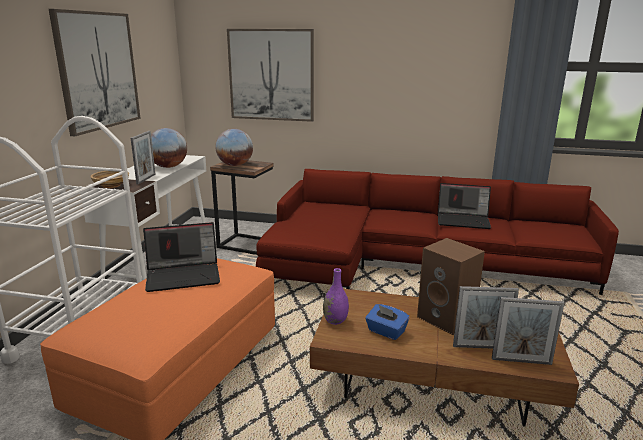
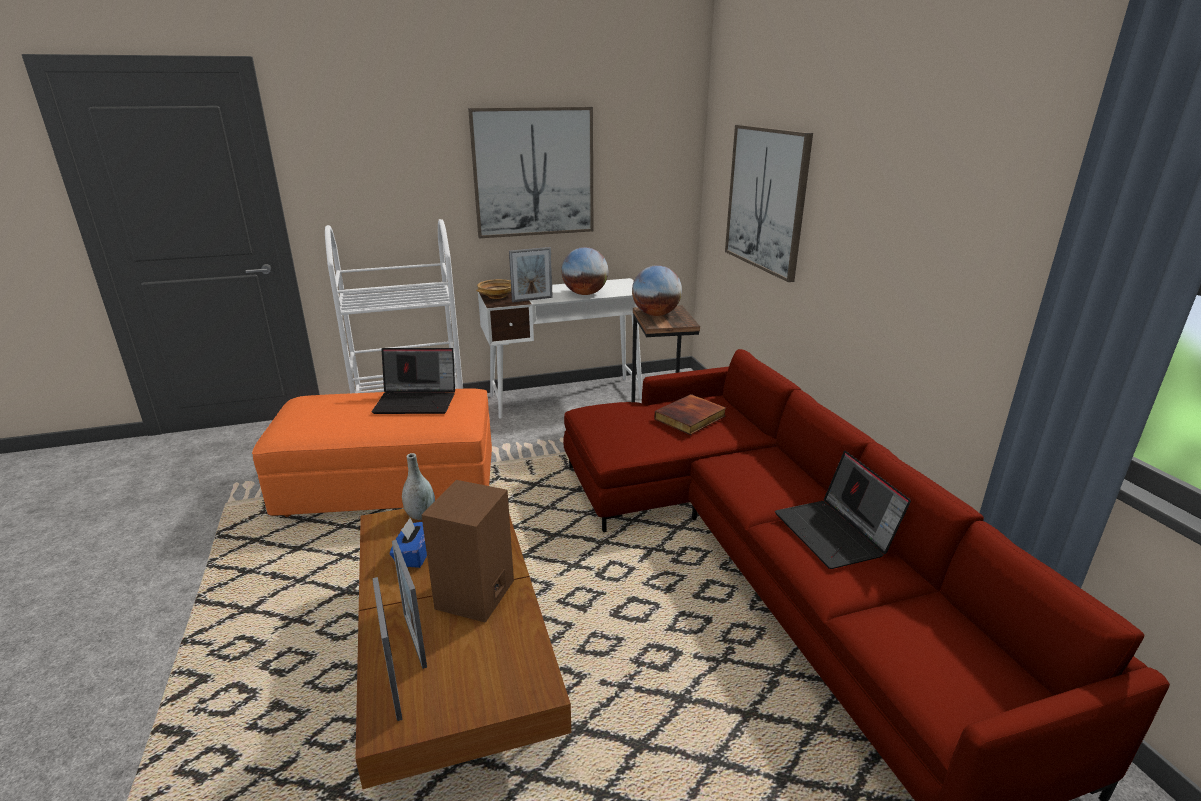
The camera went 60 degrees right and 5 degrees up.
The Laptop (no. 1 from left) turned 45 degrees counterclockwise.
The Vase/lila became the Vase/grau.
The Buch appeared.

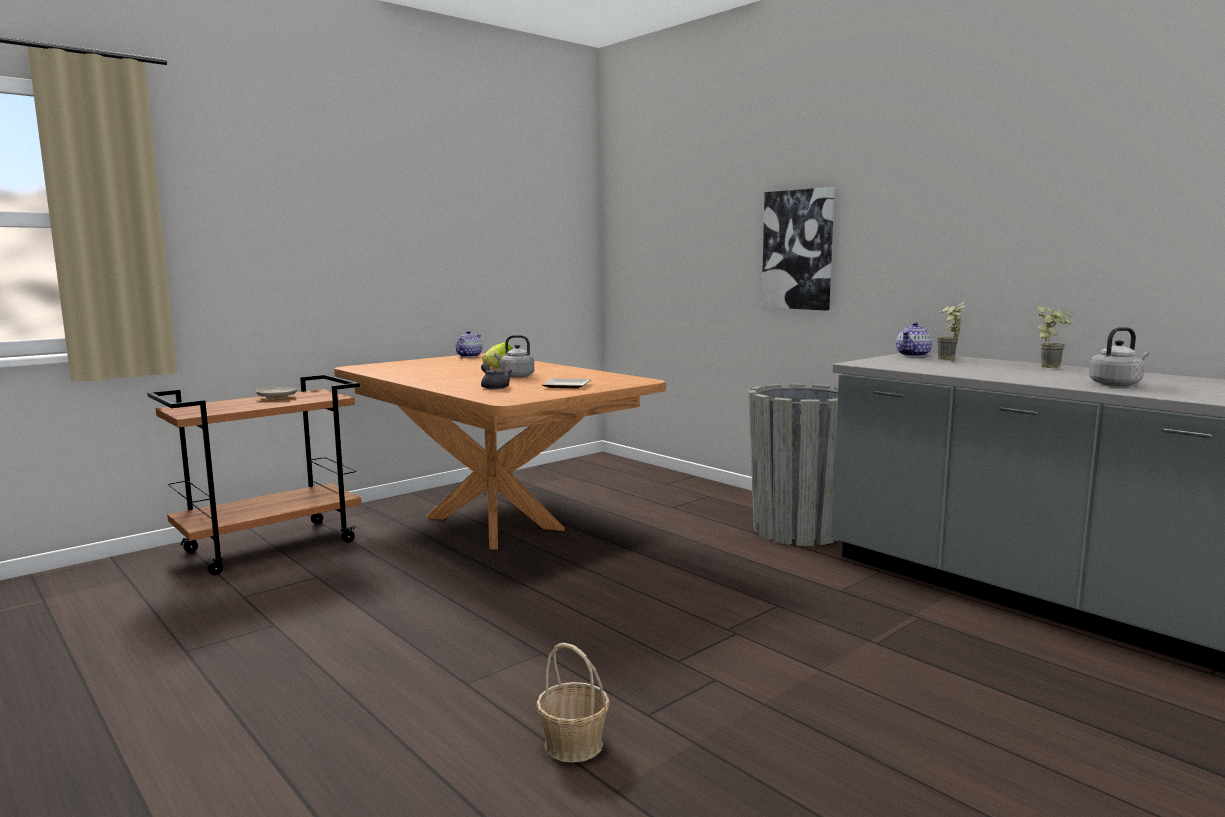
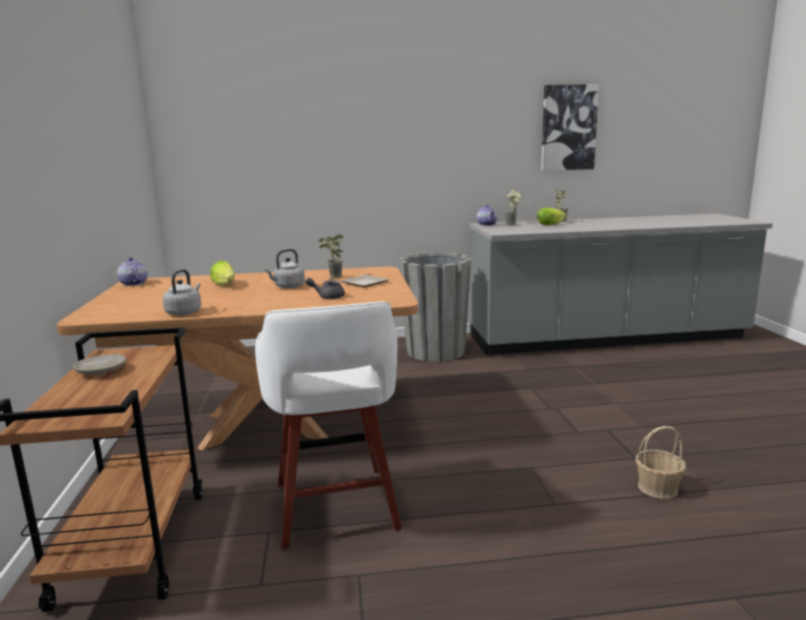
The camera went 55 degrees left and 5 degrees up.
The Bild moved.
The Wasserkessel/grau (no. 2 from left in the first image) moved.
The Salatkopf (no. 2 from left) appeared.
The Topfpflanze (no. 1 from left) appeared.
The Hocker/weiß appeared.

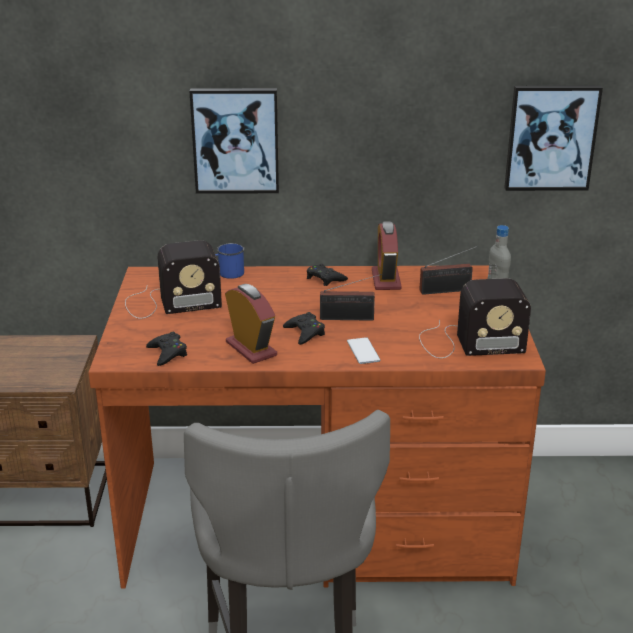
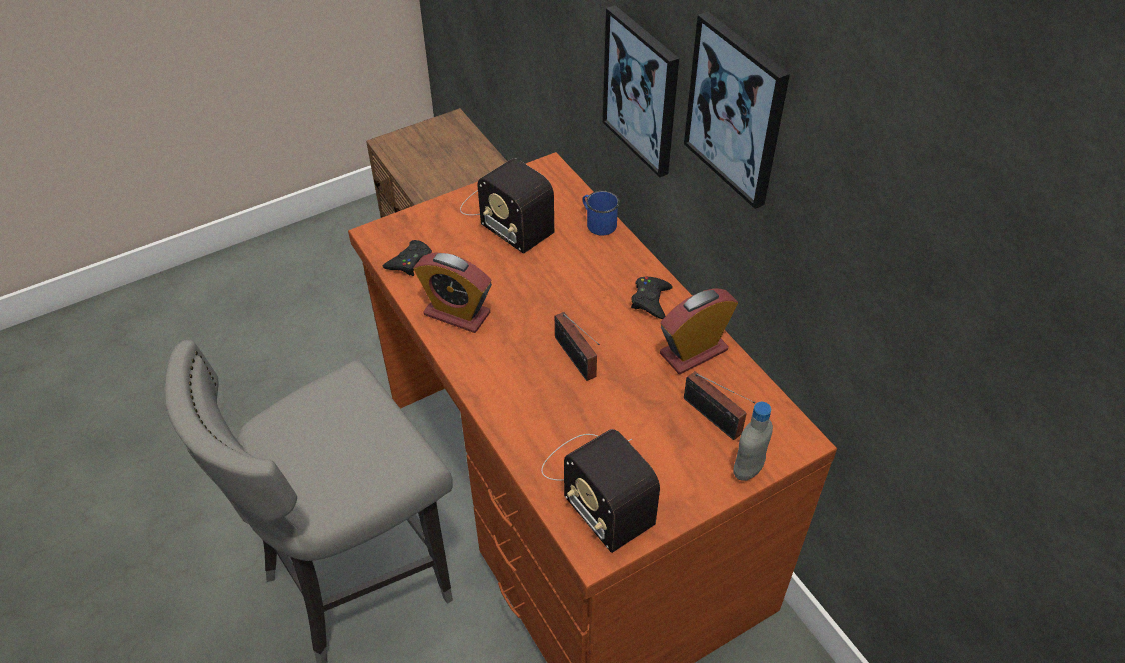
The camera went 60 degrees right and 20 degrees up.
The Bild (no. 2 from left) moved.
The Wecker (no. 1 from left) turned 90 degrees clockwise.
The Gamepad/schwarz (no. 2 from left) disappeared.
The Handy disappeared.

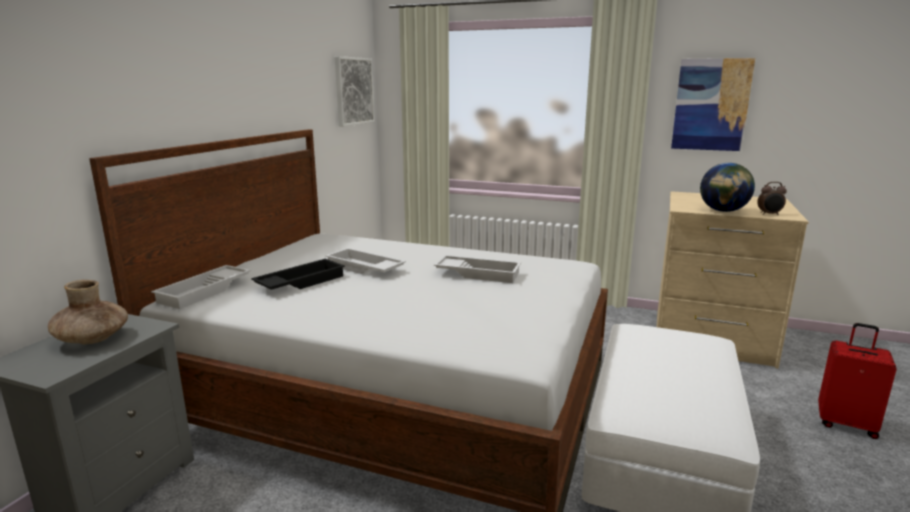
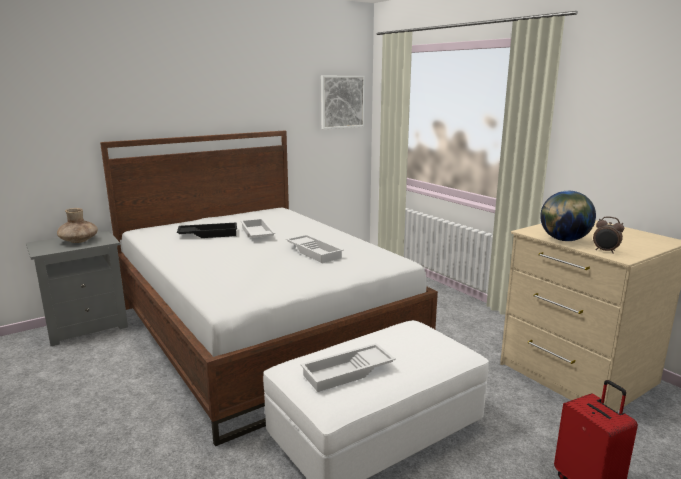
The camera went 35 degrees right and 0 degrees up.
The Bild (no. 2 from left) disappeared.
The Tablett/weiß (no. 1 from left in the first image) moved.

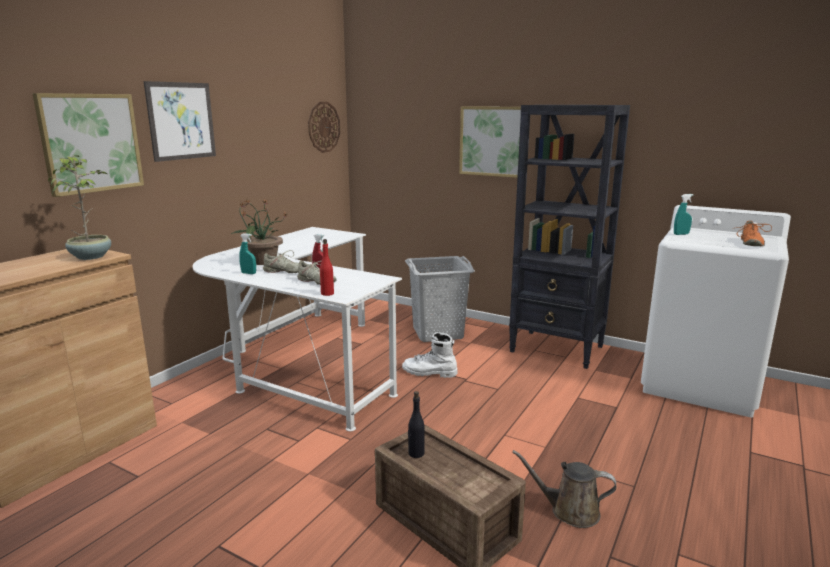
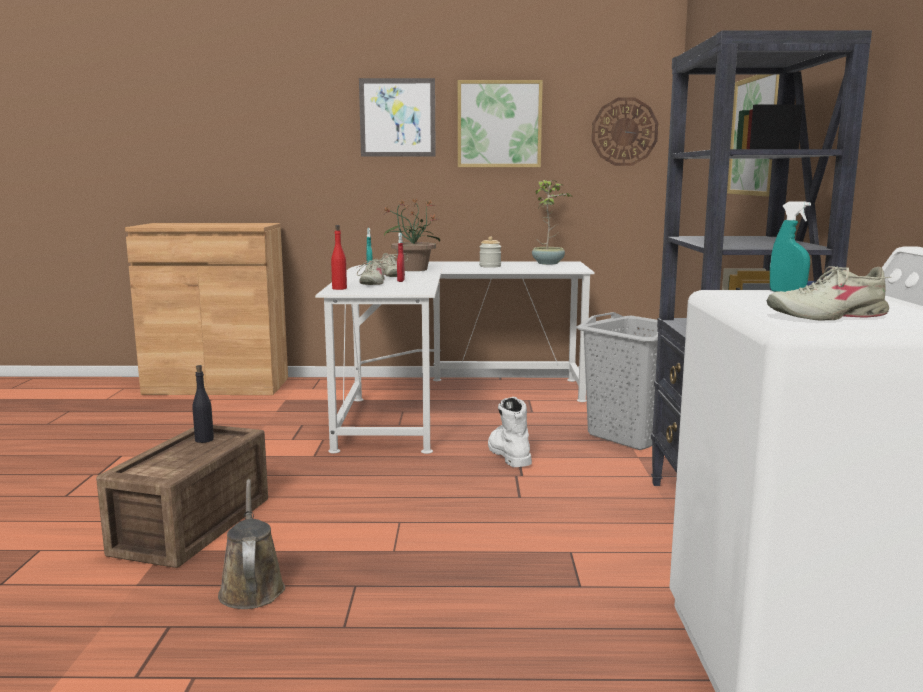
The camera went 60 degrees right and 5 degrees down.
The Bild (no. 1 from left in the first image) moved.
The Topfpflanze (no. 1 from left in the first image) moved.
The Schuh/orange became the Schuh/beige (no. 3 from left).
The Vorratsglas appeared.

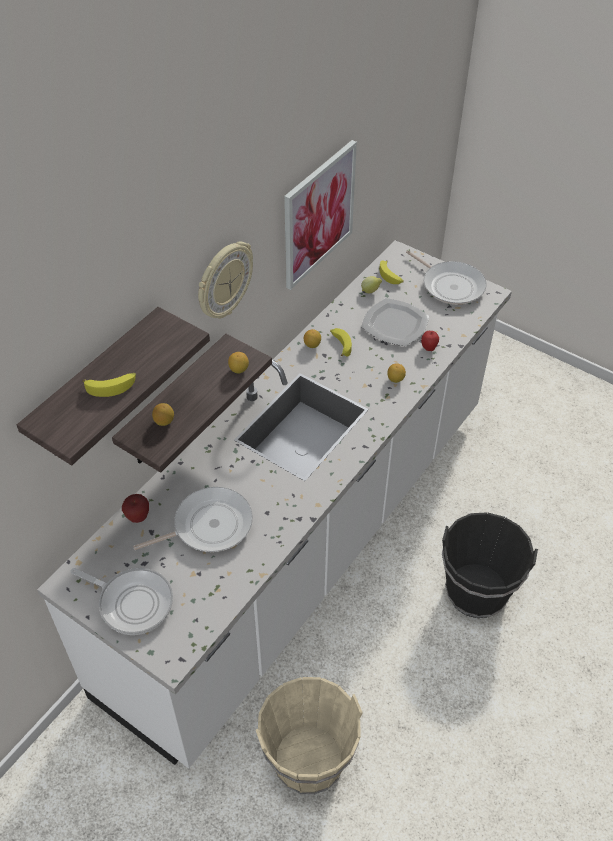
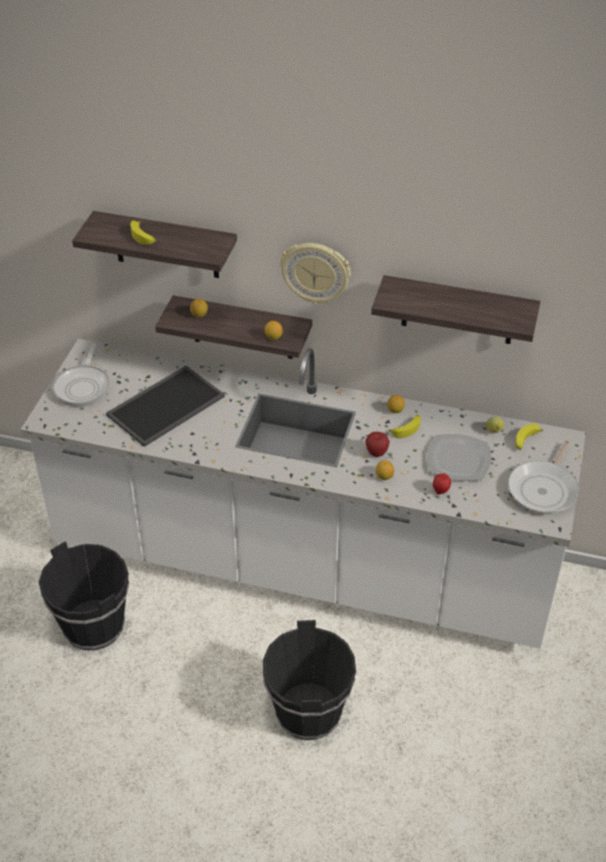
The camera went 70 degrees right and 5 degrees down.
The Bild was replaced by the Wandregal (no. 3 from left).
The Pfanne (no. 2 from left) was replaced by the Tablett.
The Apfel (no. 1 from left) moved.
The Eimer/beige became the Eimer/schwarz (no. 1 from left).

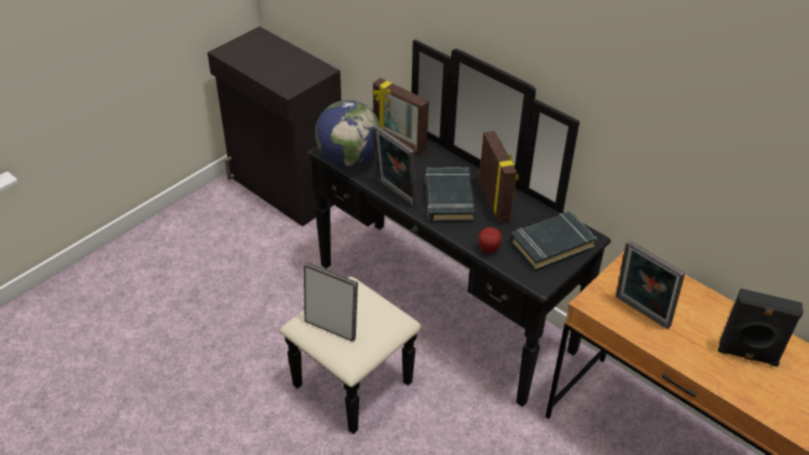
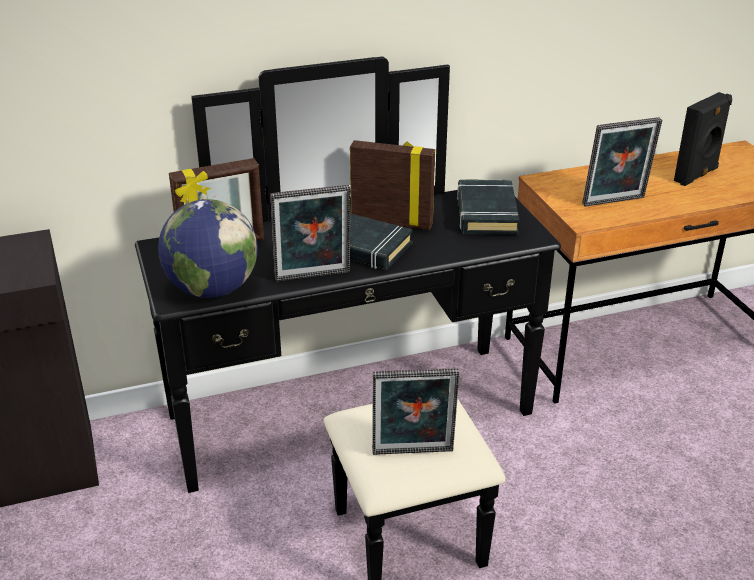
The camera went 60 degrees left and 10 degrees down.
The Apfel disappeared.
The Bilderrahmen (no. 1 from left in the first image) turned 150 degrees counterclockwise.

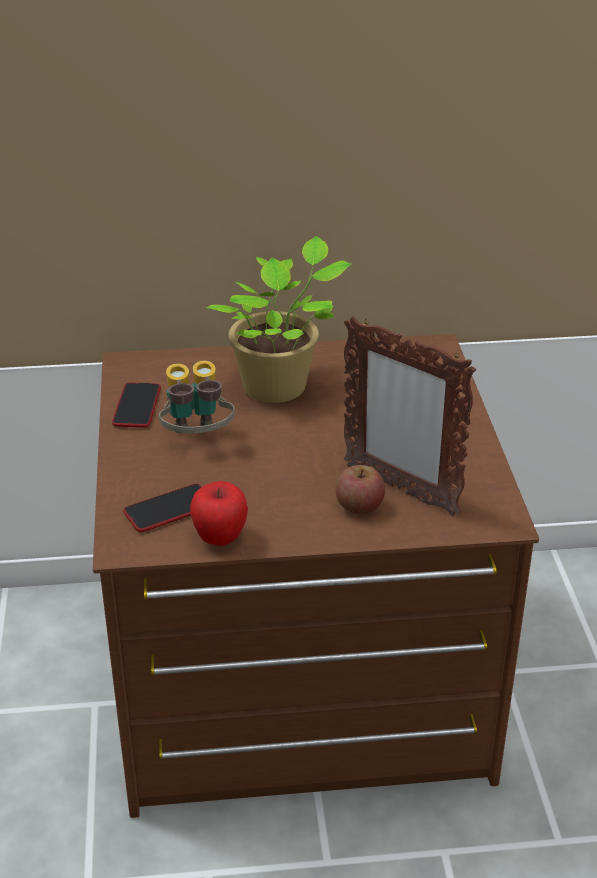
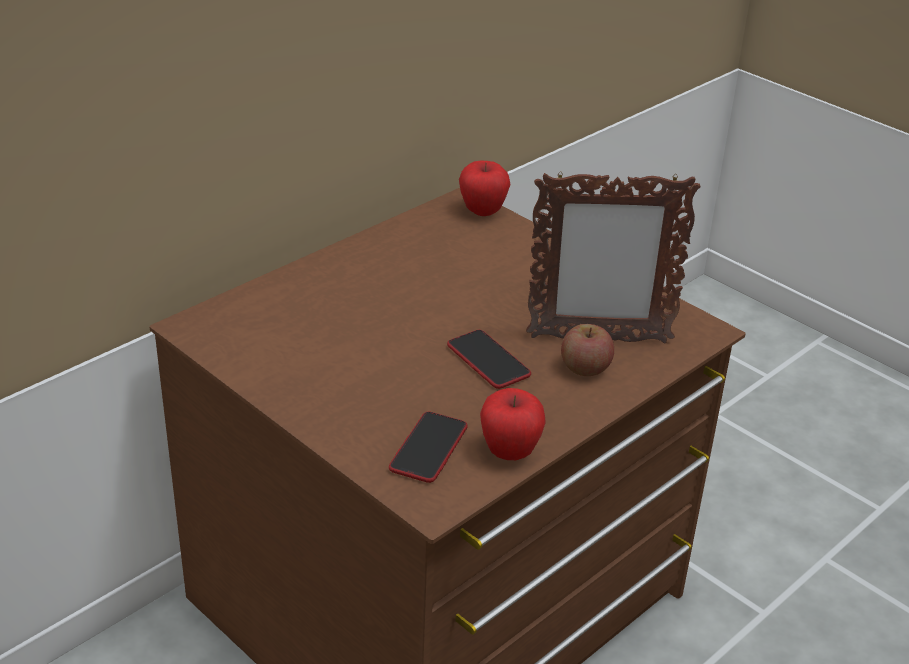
The camera went 40 degrees left and 0 degrees up.
The Topfpflanze disappeared.
The Fernglas disappeared.
The Handy (no. 1 from left in the first image) moved.
The Apfel (no. 1 from left) appeared.

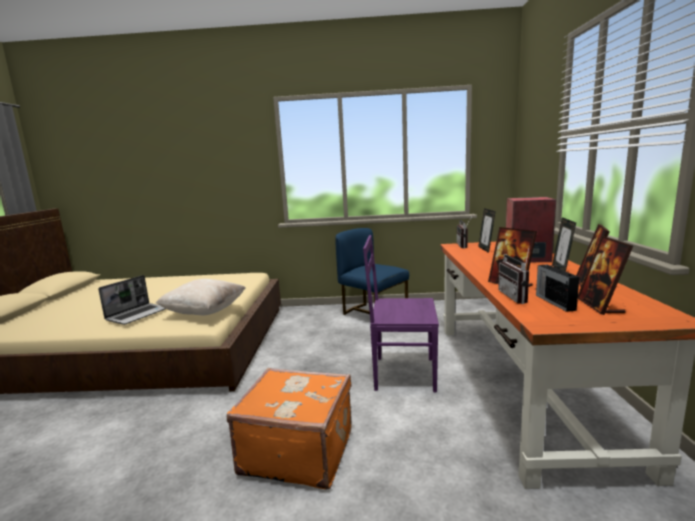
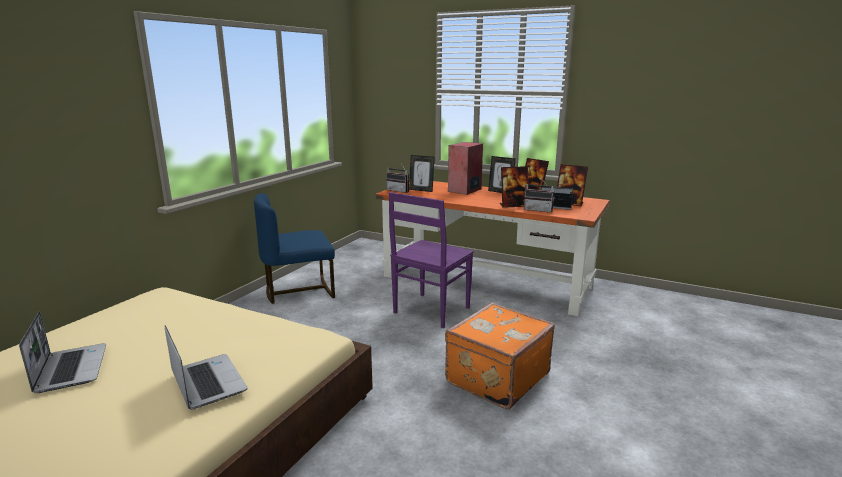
The camera went 65 degrees left and 5 degrees up.
The Kissen/beige disappeared.
The Laptop (no. 1 from left) appeared.

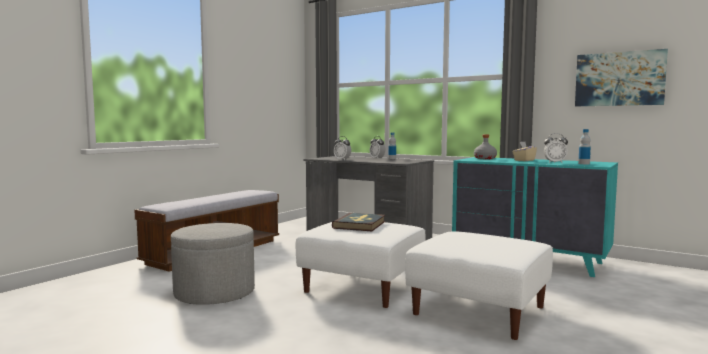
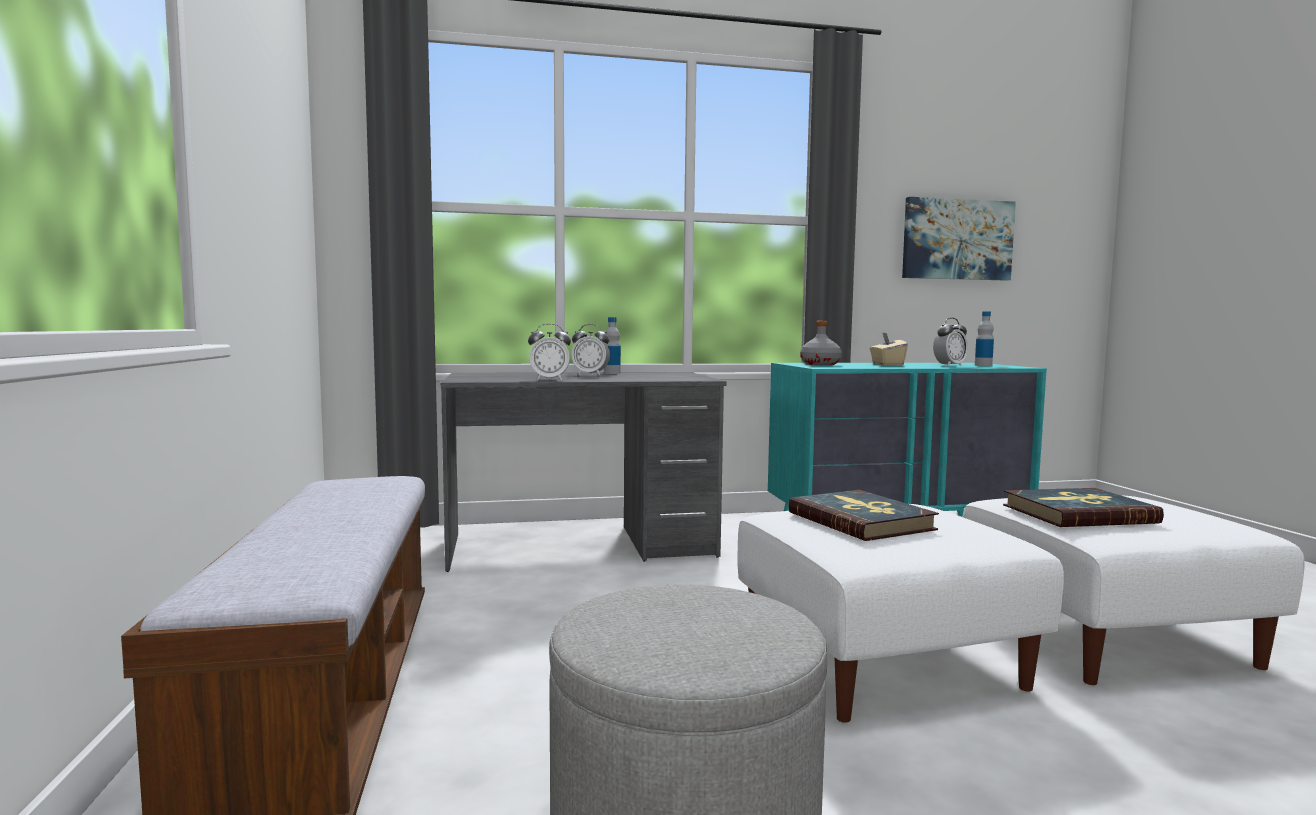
The camera went 45 degrees left and 0 degrees up.
The Buch (no. 2 from left) appeared.

